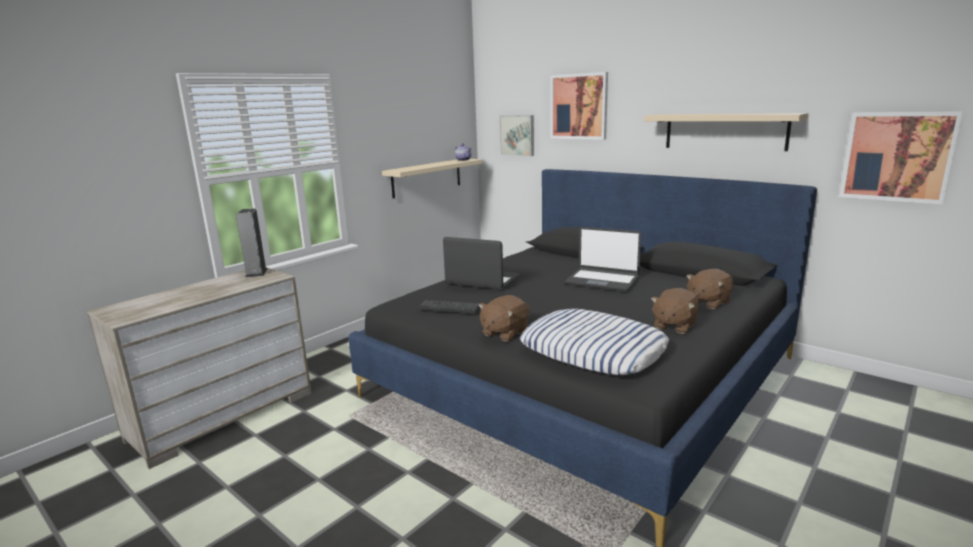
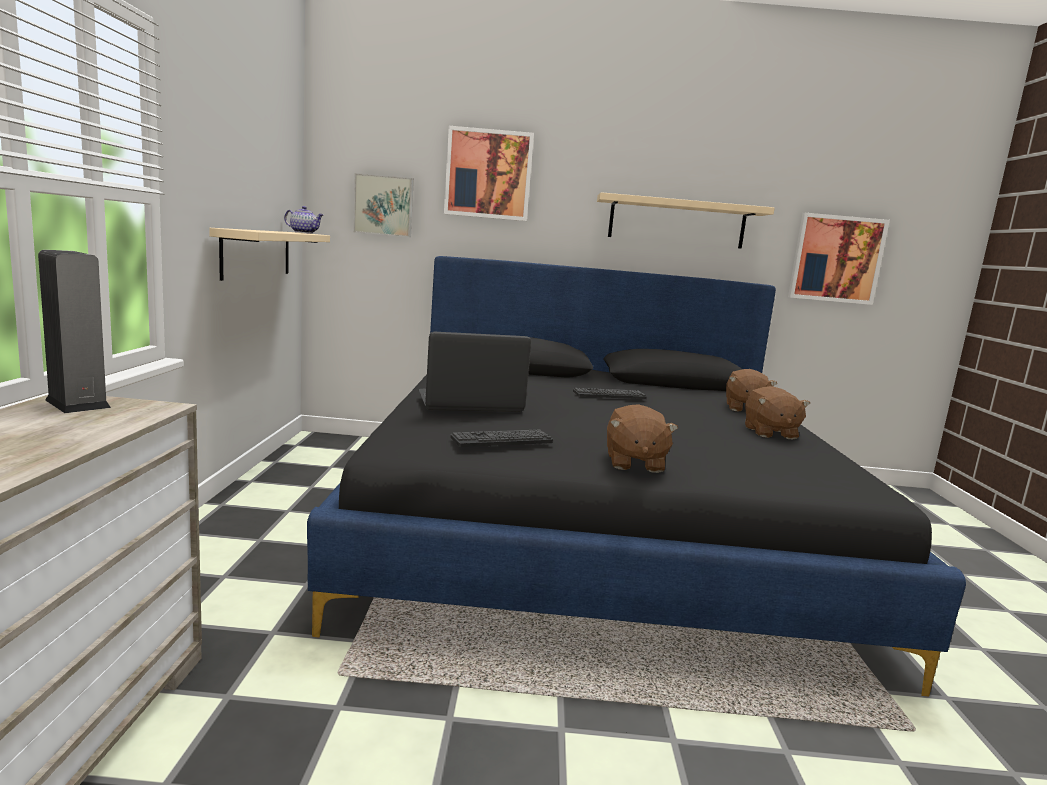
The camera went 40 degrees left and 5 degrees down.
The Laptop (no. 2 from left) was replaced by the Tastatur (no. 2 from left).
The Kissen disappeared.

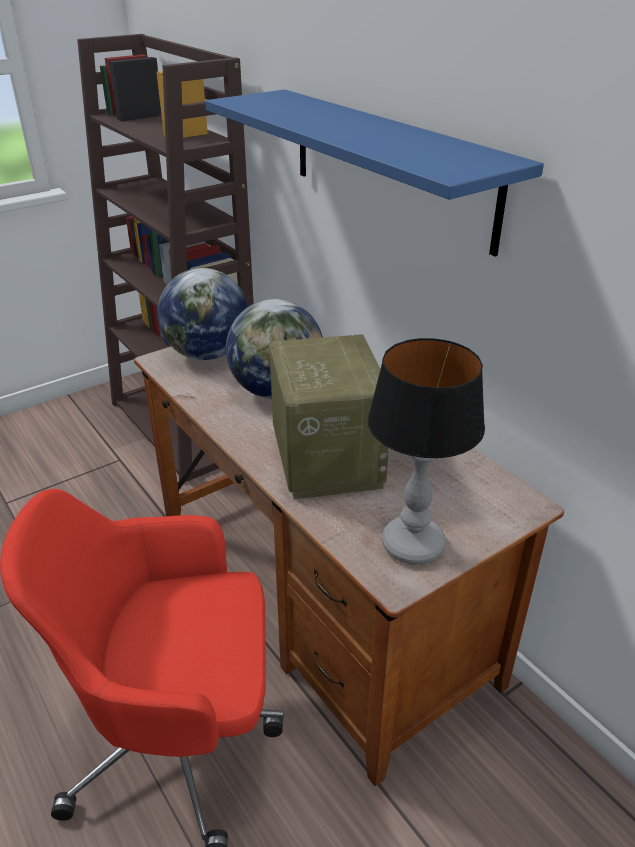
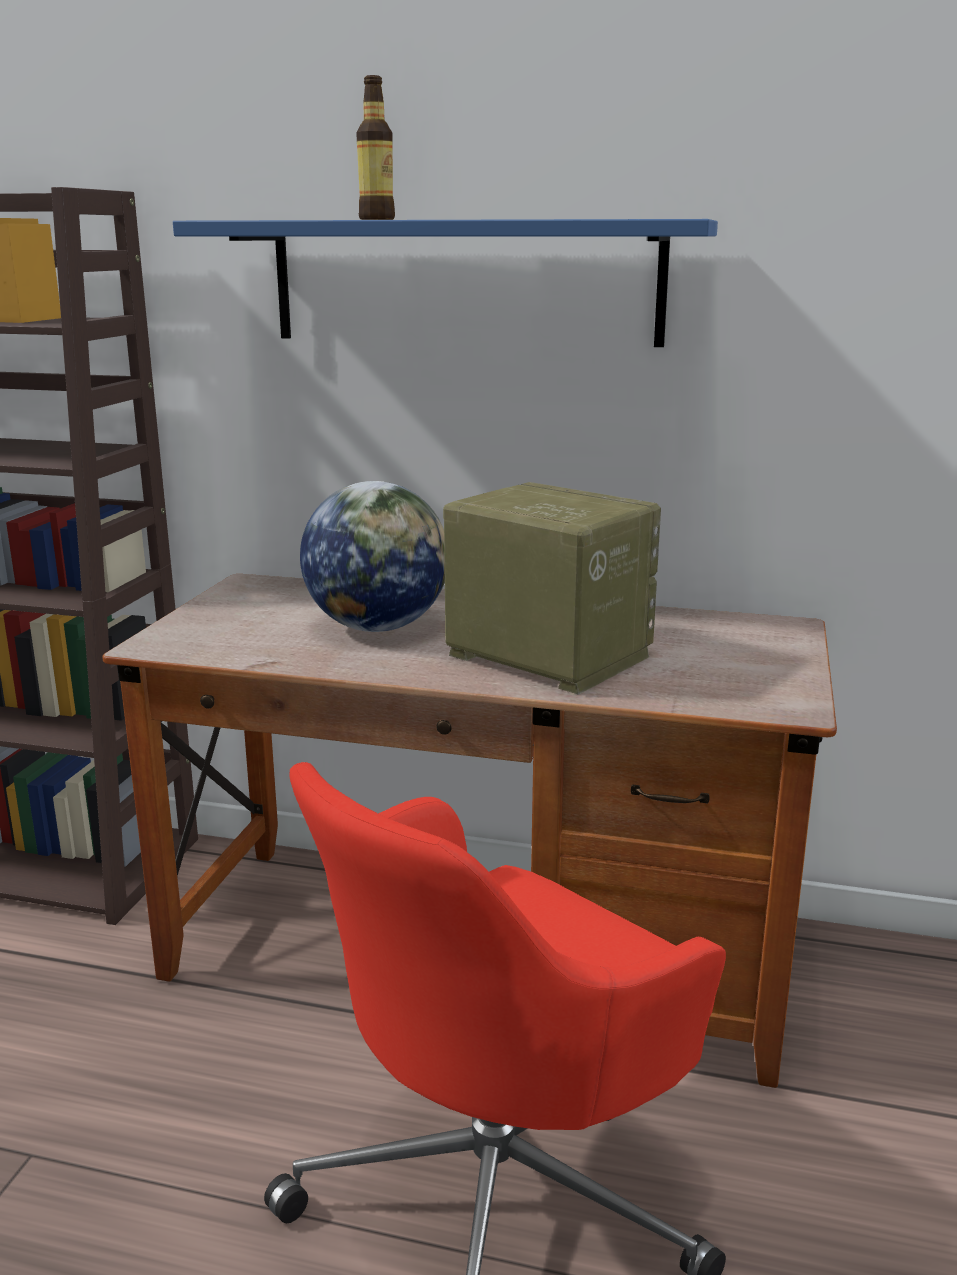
The camera went 40 degrees left and 15 degrees down.
The Globus (no. 1 from left) disappeared.
The Tischlampe disappeared.
The Flasche appeared.

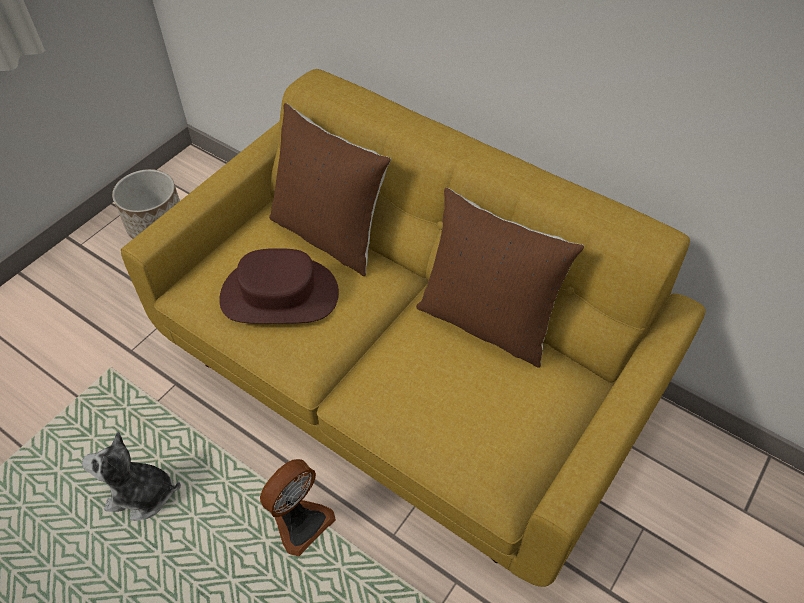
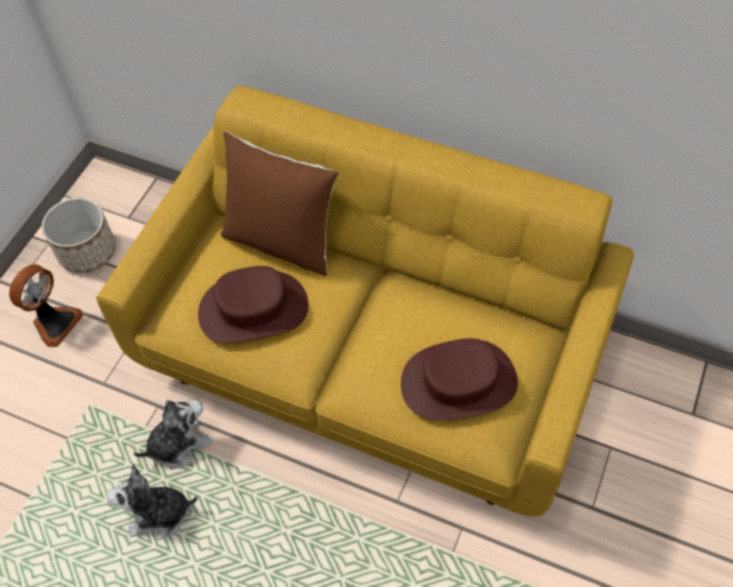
The camera went 10 degrees left and 5 degrees up.
The Kissen/braun (no. 2 from left) disappeared.
The Ventilator moved.
The Hut/braun (no. 2 from left) appeared.
The Plüschtier (no. 2 from left) appeared.

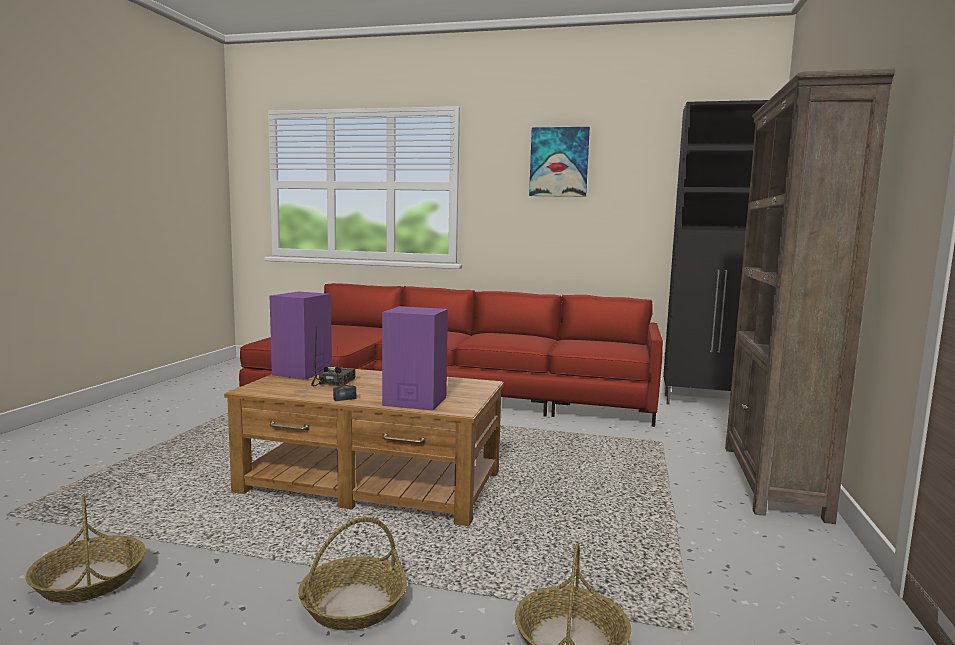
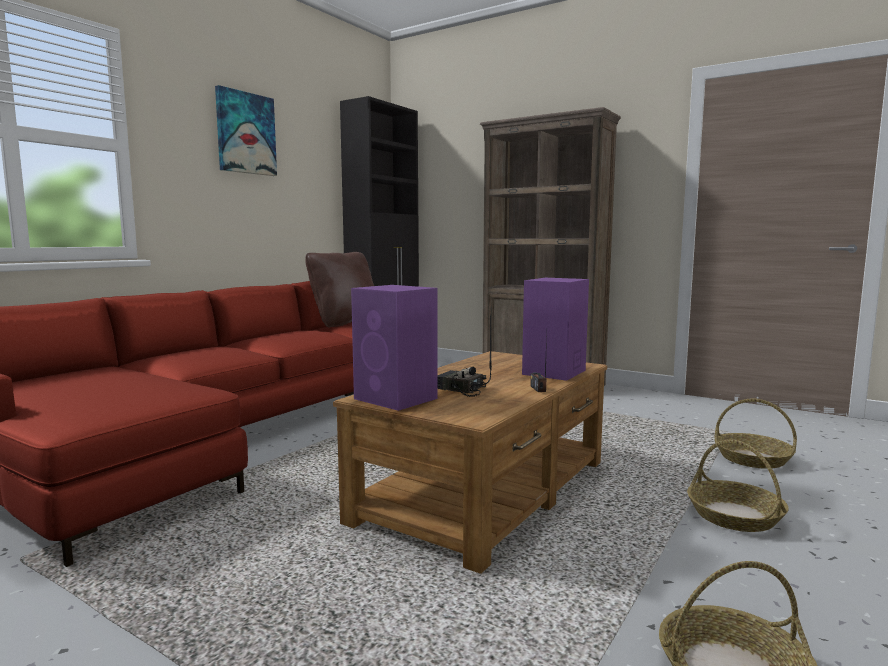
The camera went 70 degrees left and 0 degrees up.
The Kissen/braun appeared.

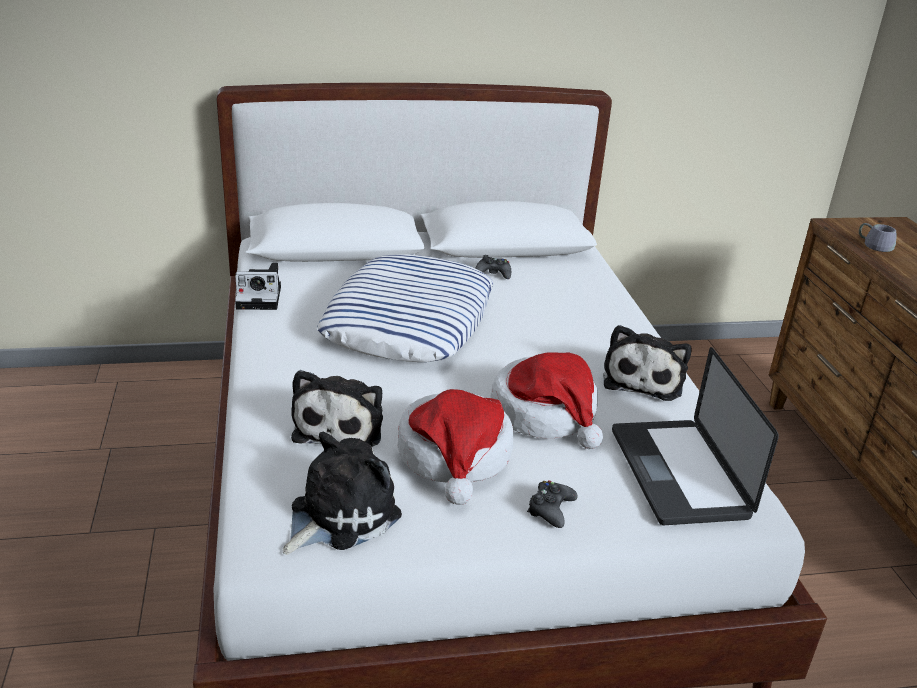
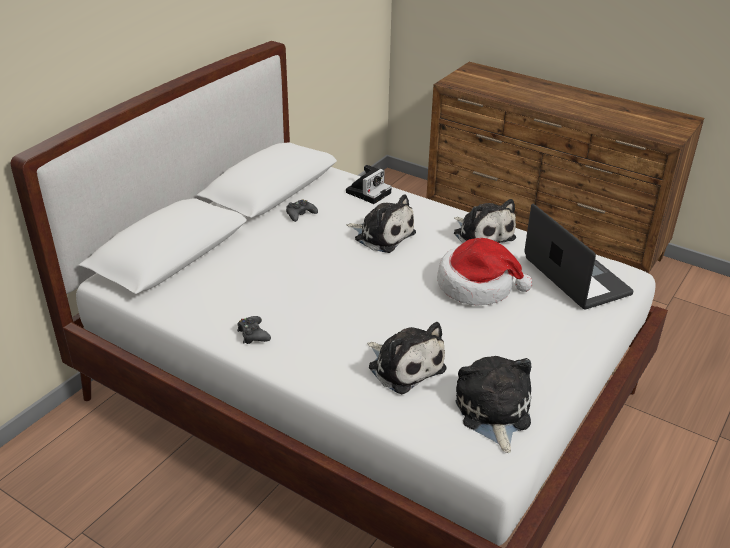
The camera went 45 degrees left and 5 degrees up.
The Henkelbecher/grau disappeared.
The Kissen disappeared.
The Kamera moved.
The Laptop turned 150 degrees counterclockwise.
The Hut (no. 1 from left) disappeared.
The Gamepad/schwarz (no. 2 from left in the first image) moved.
The Plüschtier (no. 1 from left) appeared.

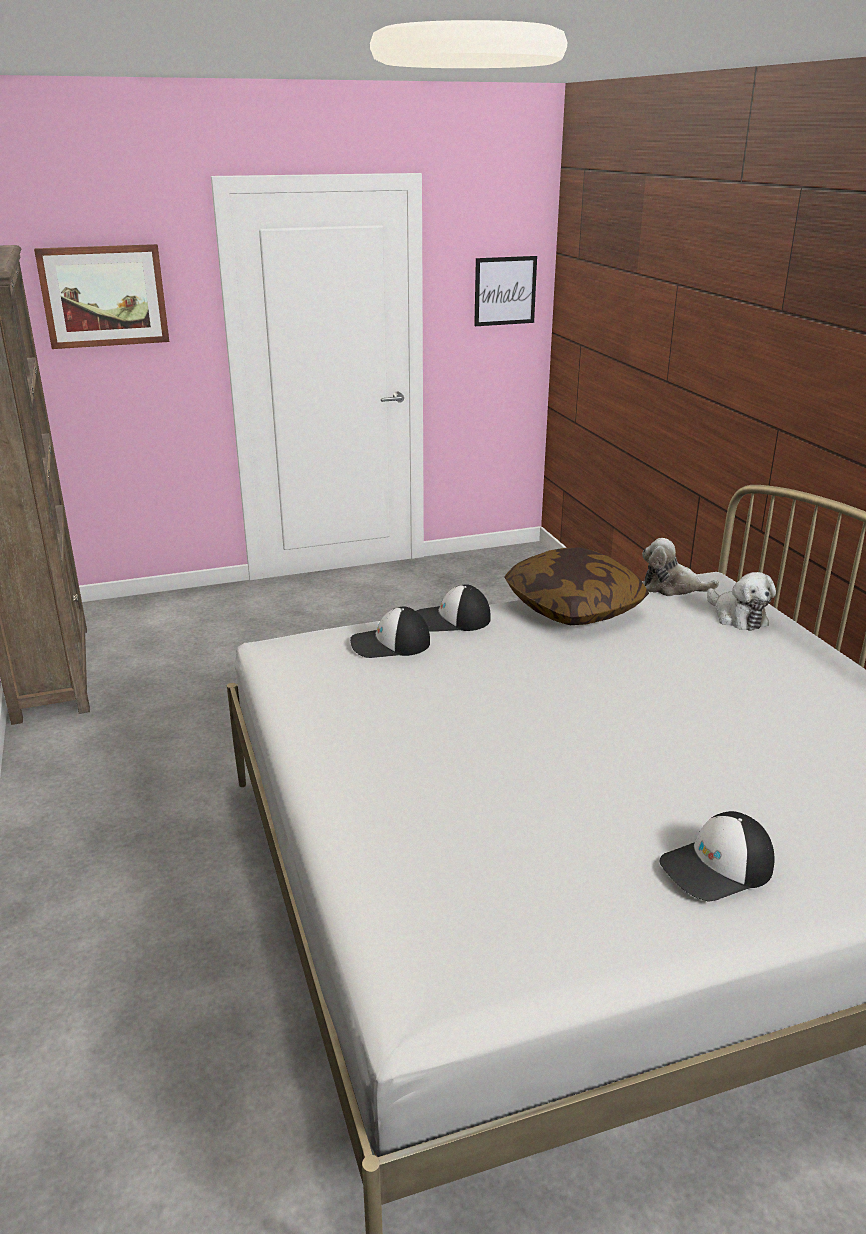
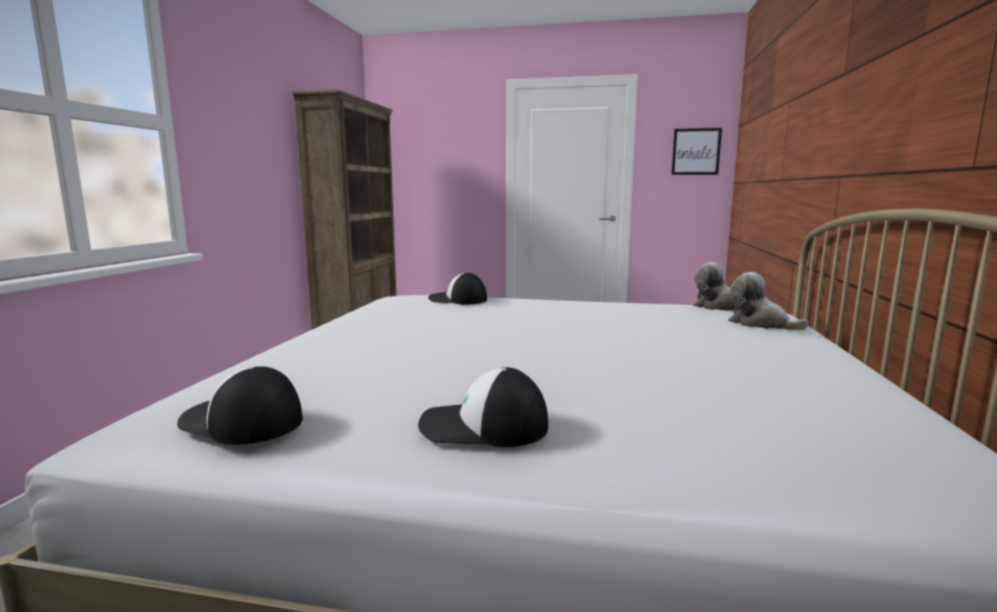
The camera went 30 degrees right and 15 degrees down.
The Bild (no. 1 from left) disappeared.
The Kissen disappeared.
The Plüschtier (no. 2 from left) turned 135 degrees clockwise.
The Kappe (no. 2 from left in the first image) moved.

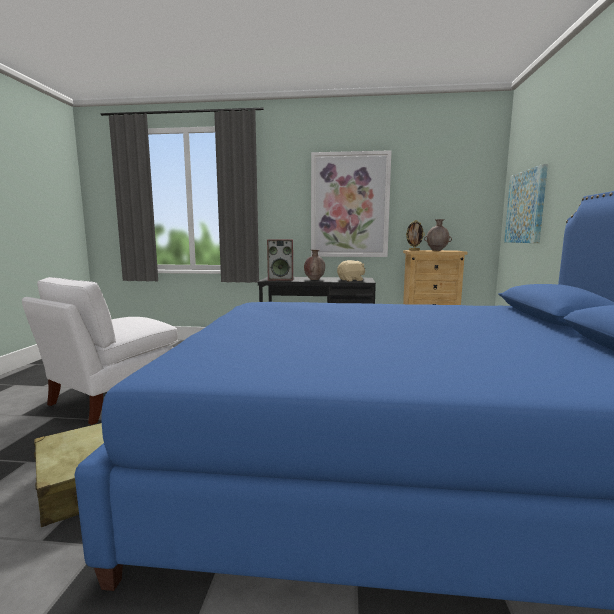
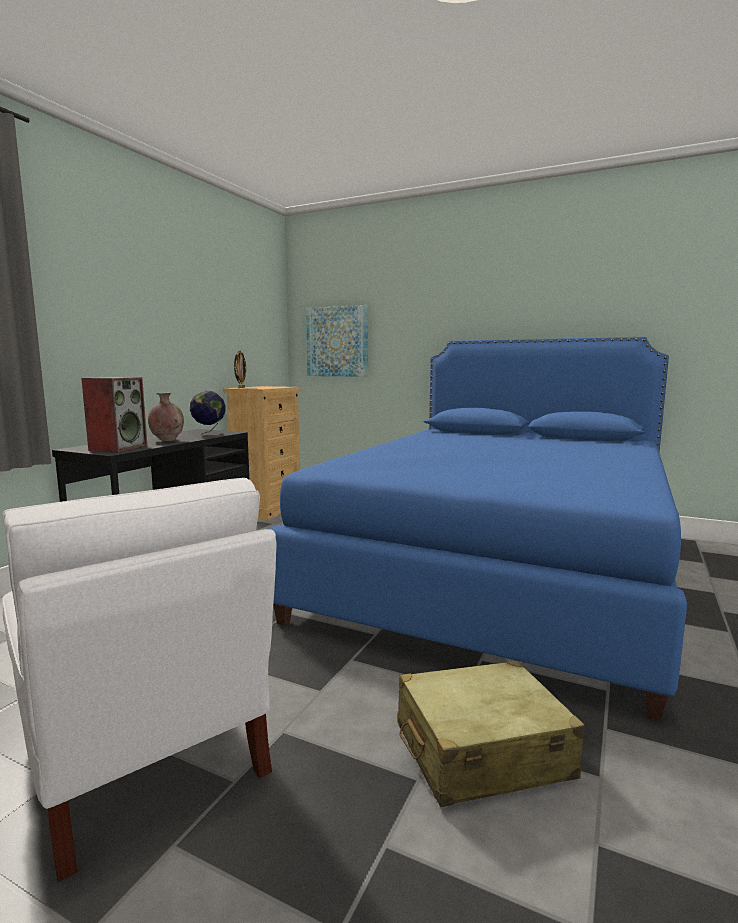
The camera went 70 degrees left and 0 degrees up.
The Bild (no. 1 from left) disappeared.
The Vase/braun (no. 2 from left) disappeared.
The Plüschtier/beige was replaced by the Globus.

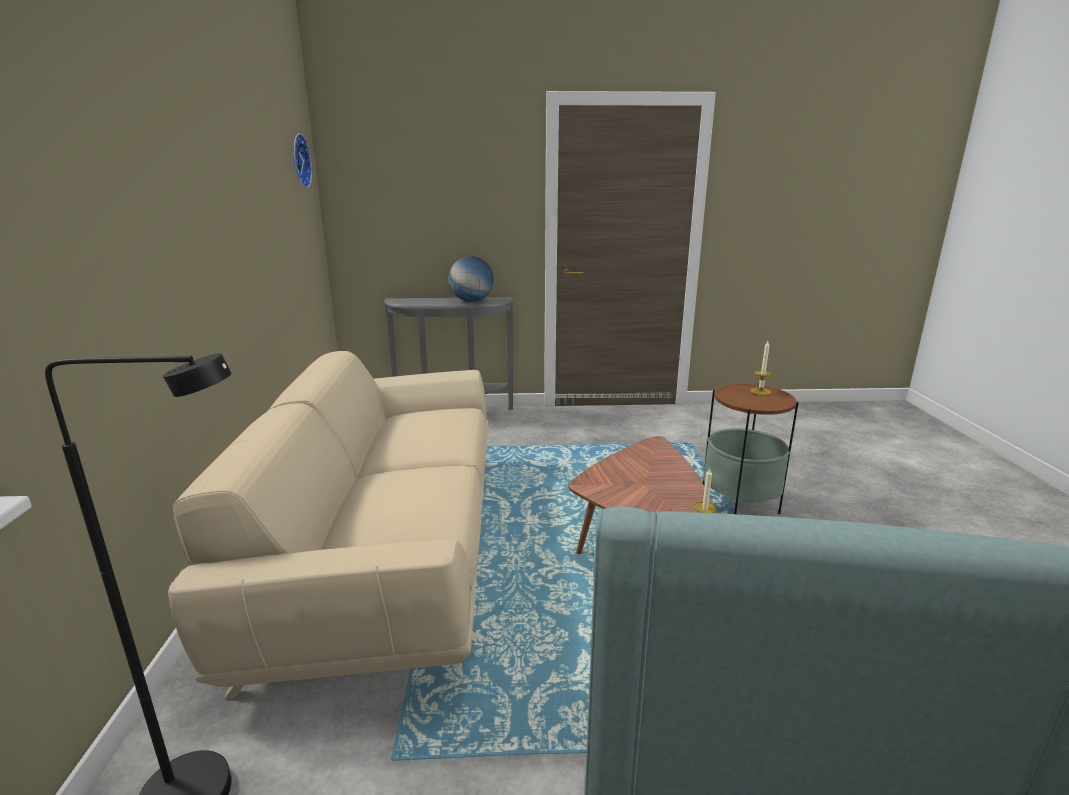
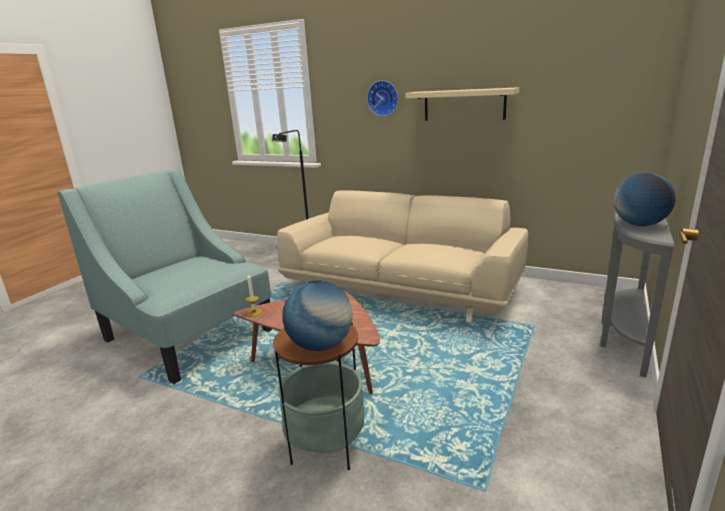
The camera went 120 degrees right and 0 degrees up.
The Wanduhr moved.
The Kerze (no. 2 from left) was replaced by the Globus (no. 1 from left).
The Wandregal/beige appeared.

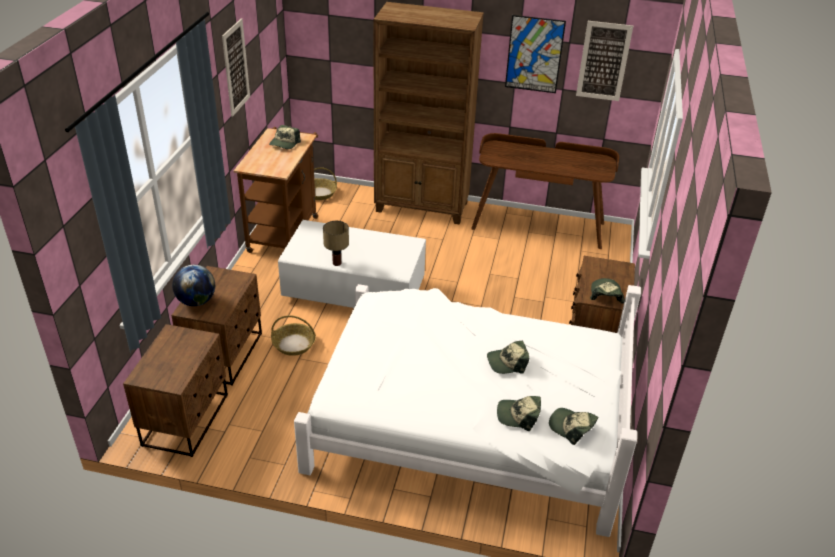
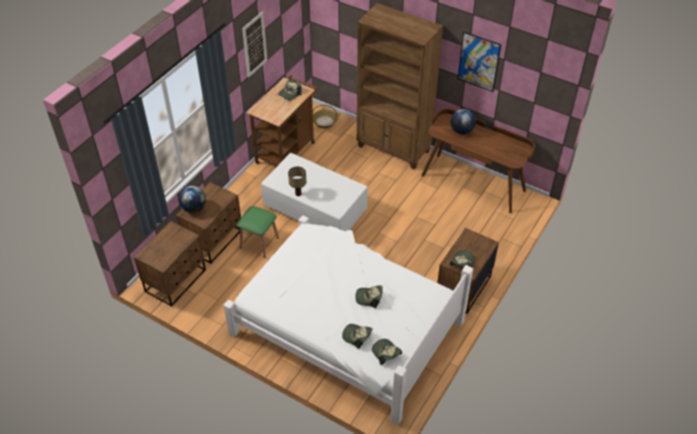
The camera went 20 degrees right and 10 degrees up.
The Bild (no. 3 from left) disappeared.
The Korb (no. 1 from left) was replaced by the Hocker/grün.
The Globus (no. 2 from left) appeared.

